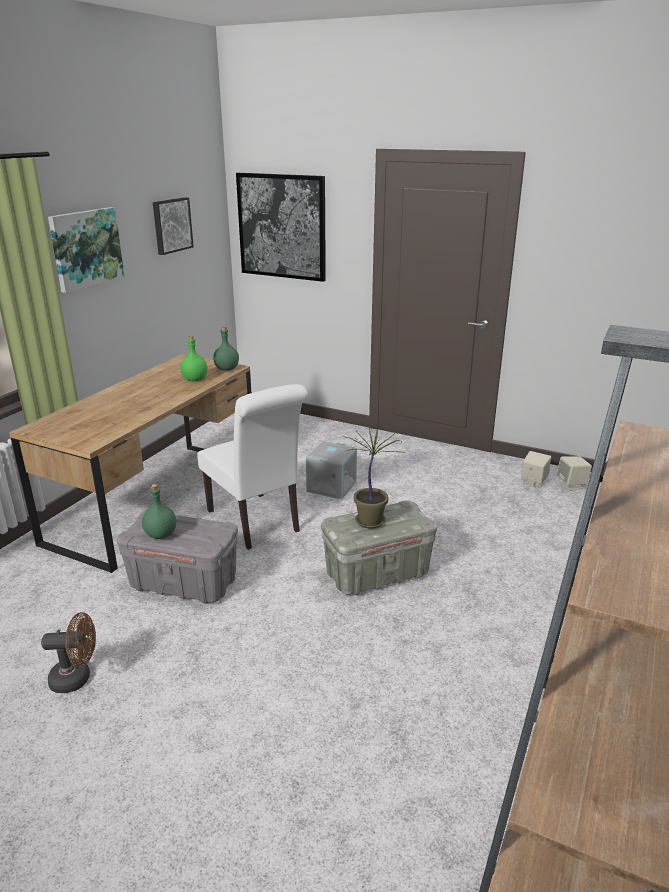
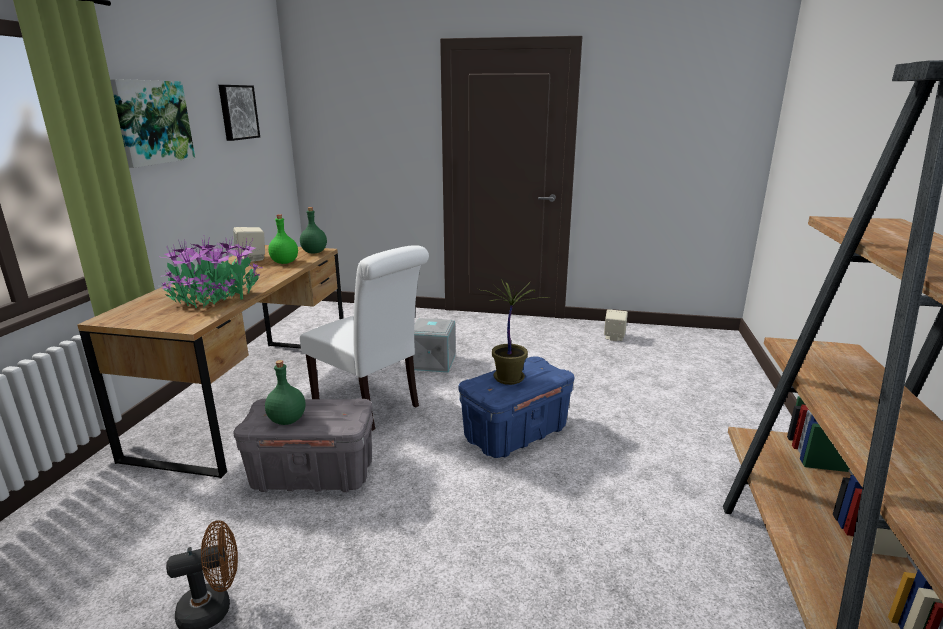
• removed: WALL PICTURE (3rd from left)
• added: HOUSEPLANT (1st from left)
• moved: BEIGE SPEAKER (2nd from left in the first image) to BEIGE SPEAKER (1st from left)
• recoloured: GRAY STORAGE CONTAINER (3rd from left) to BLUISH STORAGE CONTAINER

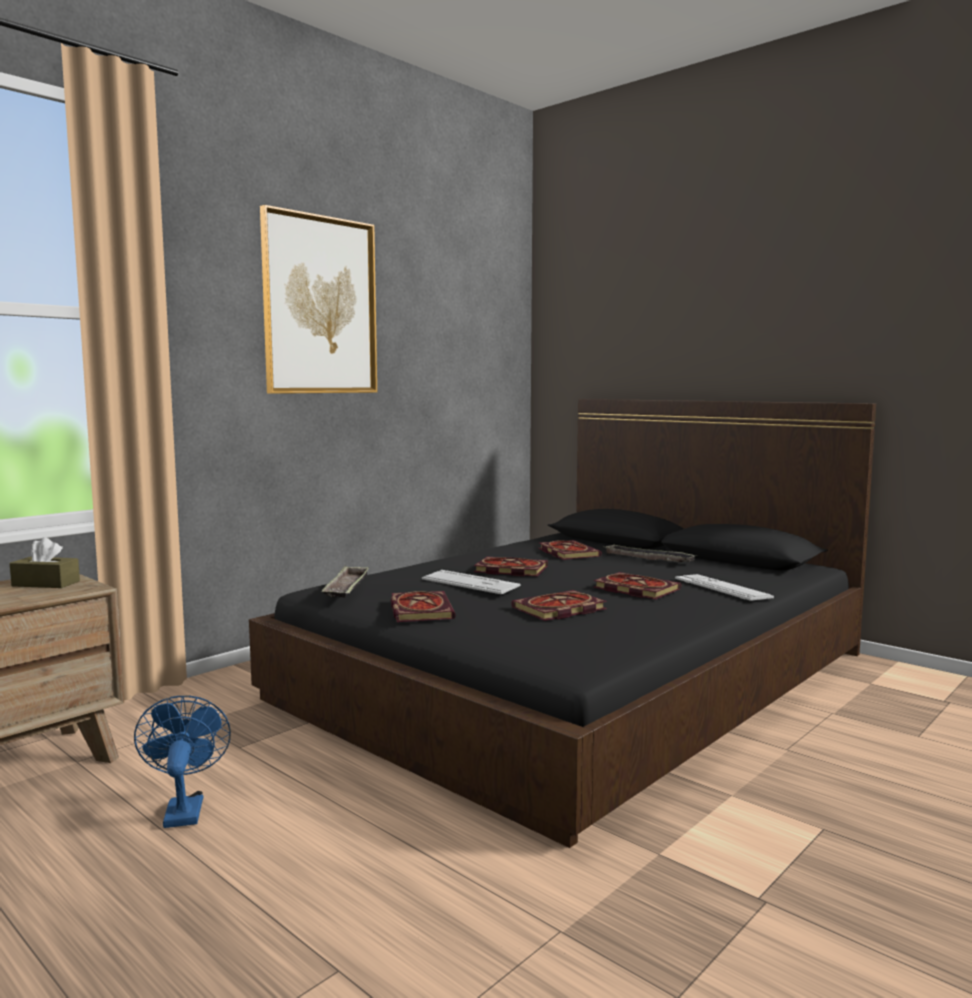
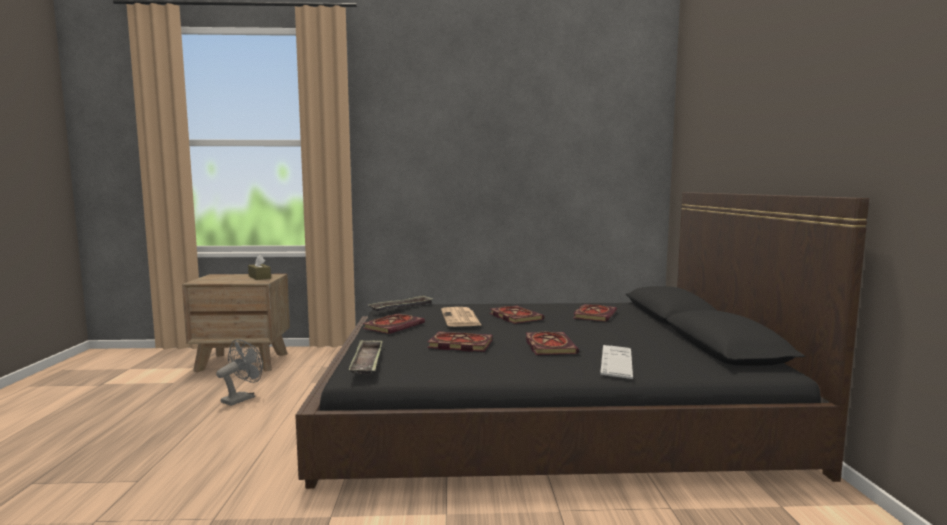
• removed: WALL PICTURE
• moved: SERVING TRAY (2nd from left in the first image) to SERVING TRAY (1st from left)
• replaced: PC KEYBOARD (1st from left) to NEWSPAPER
• recoloured: BLUISH FAN to GRAY FAN

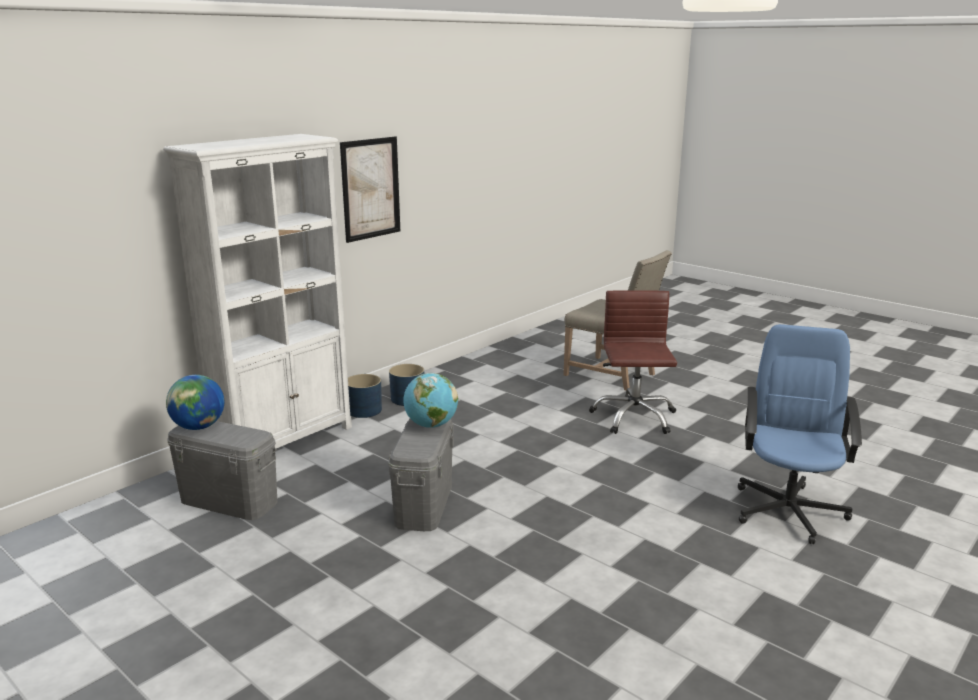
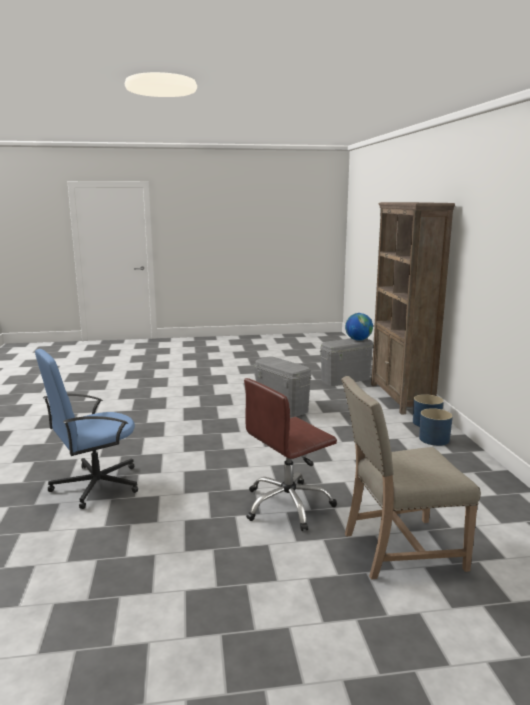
• removed: WALL PICTURE
• removed: DESK GLOBE (2nd from left)
• recoloured: WHITE SHELVING UNIT to BROWNISH SHELVING UNIT
• turned: BROWNISH COMPUTER CHAIR 105 degrees clockwise
• turned: BLUISH COMPUTER CHAIR 90 degrees clockwise

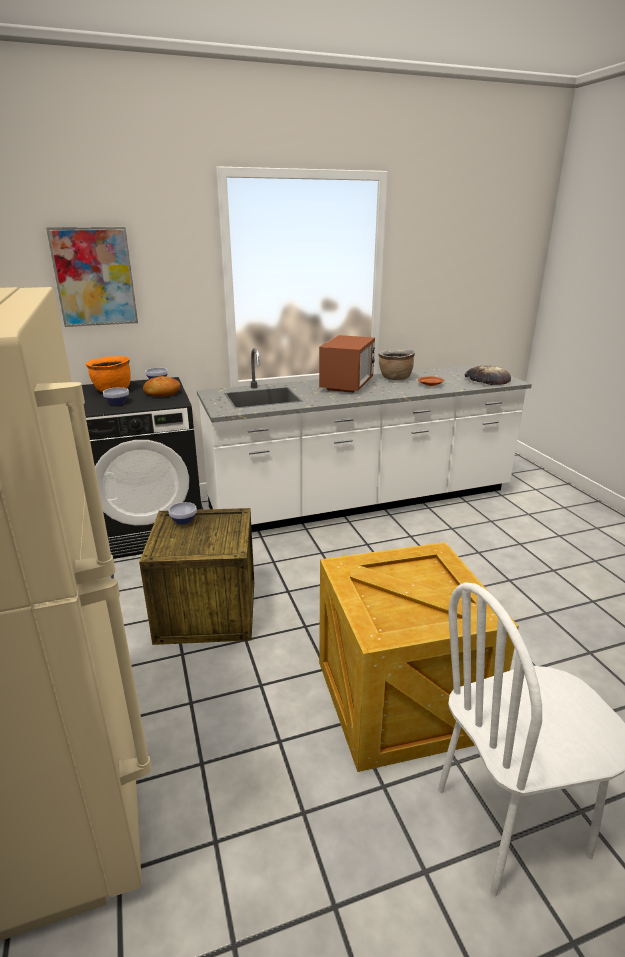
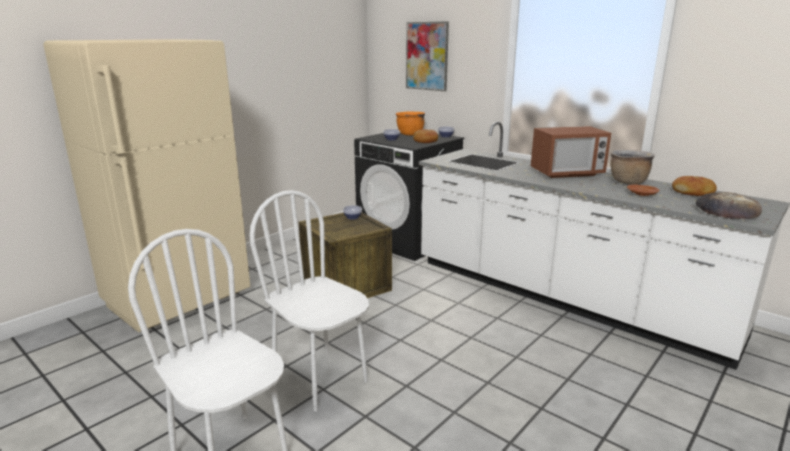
• added: BREAD (2nd from left)
• replaced: CRATE (2nd from left) to WHITE UPRIGHT CHAIR (2nd from left)

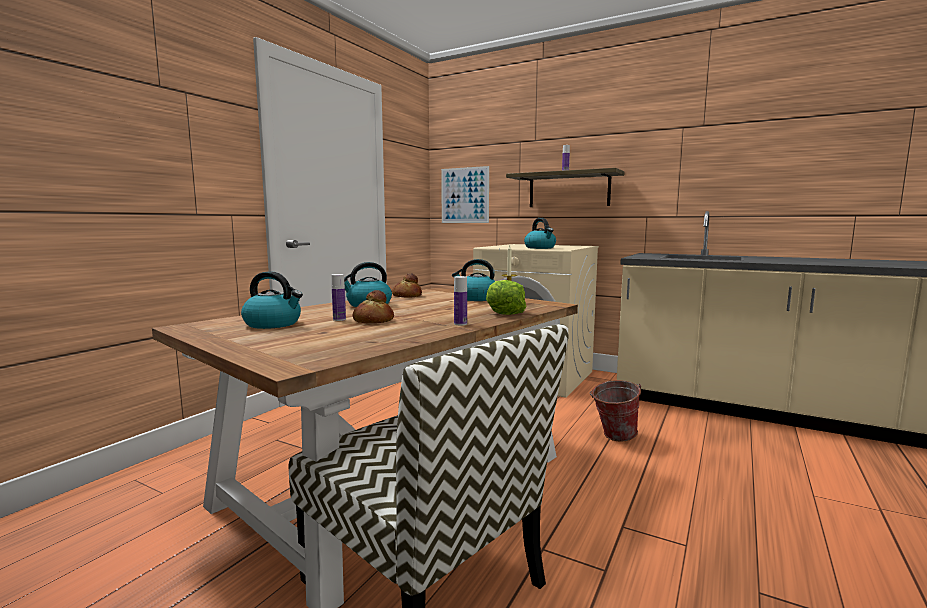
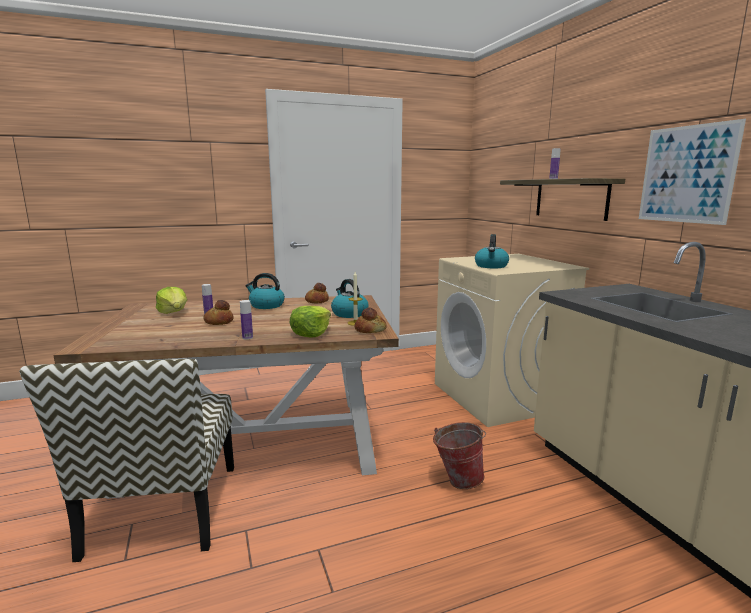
• added: BREAD (3rd from left)
• moved: WALL PICTURE
• replaced: WATER KETTLE (1st from left) to LETTUCE HEAD (1st from left)

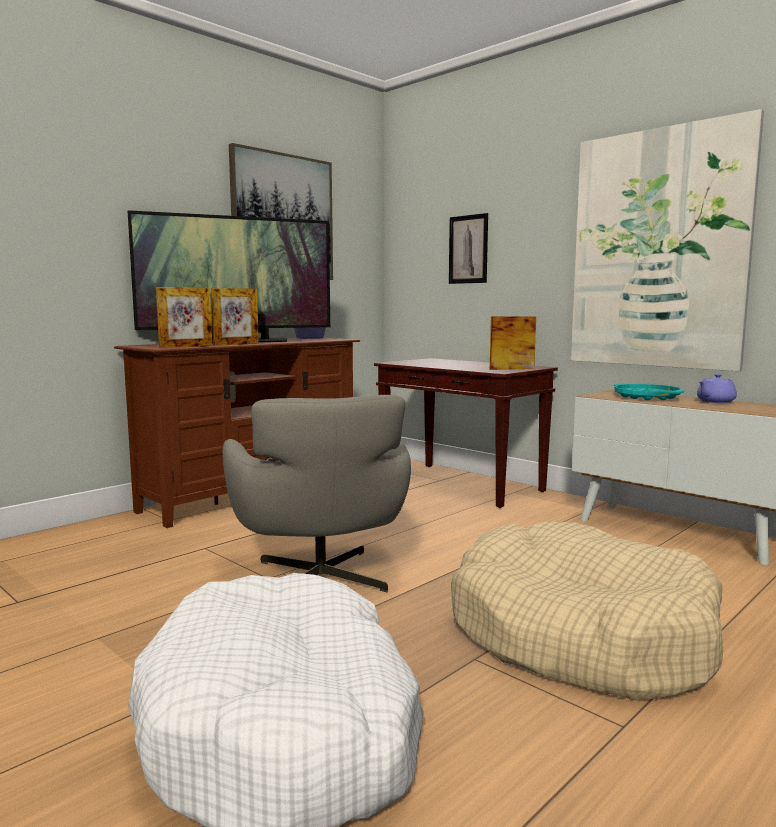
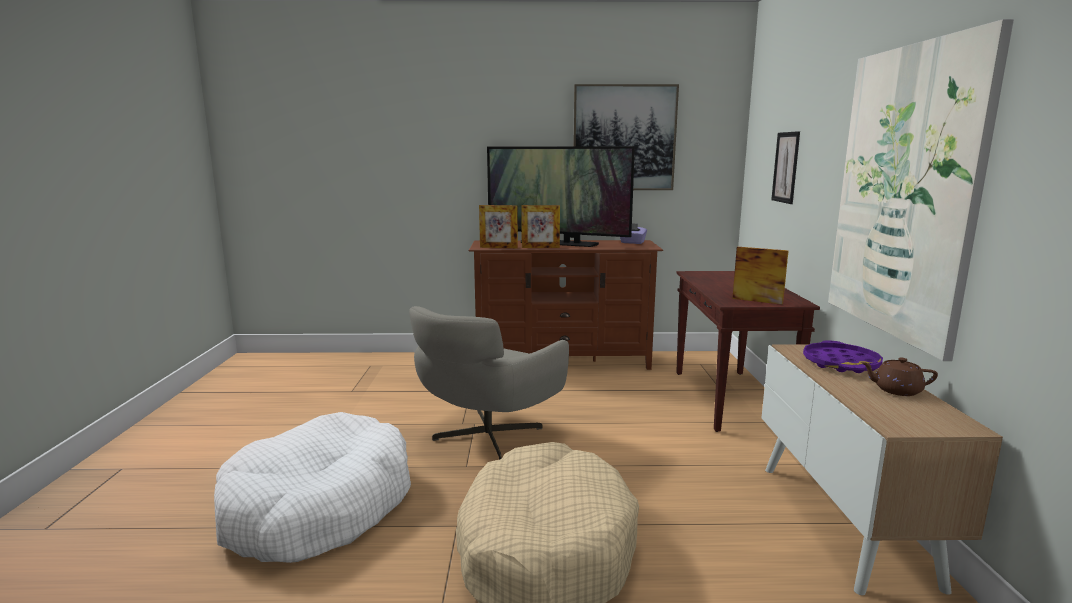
• recoloured: BLUE-GREEN SERVING TRAY to PURPLE SERVING TRAY
• recoloured: PURPLE POT FOR TEA to BROWNISH POT FOR TEA

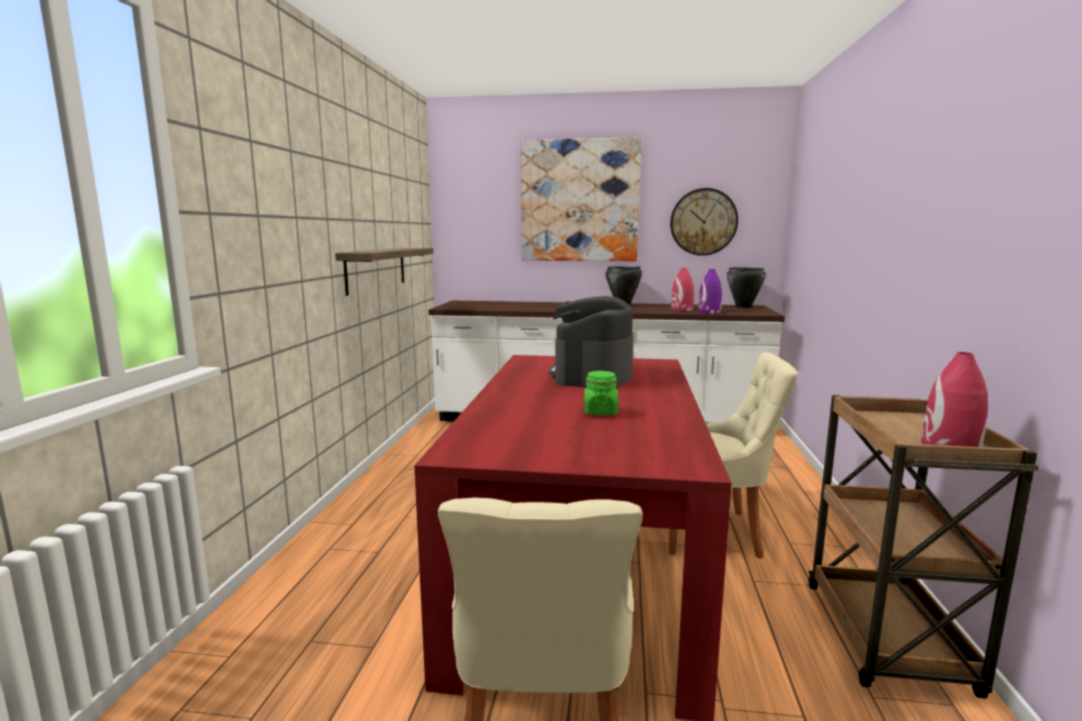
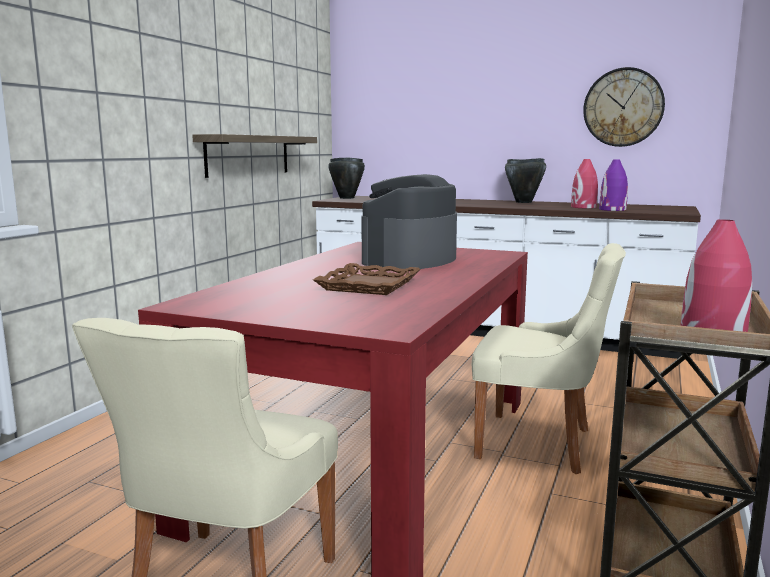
• removed: WALL PICTURE
• moved: BLACKISH STOCKPOT (2nd from left in the first image) to BLACKISH STOCKPOT (1st from left)
• replaced: GREEN-COLOURED PRESERVE JAR to BROWNISH SERVING TRAY

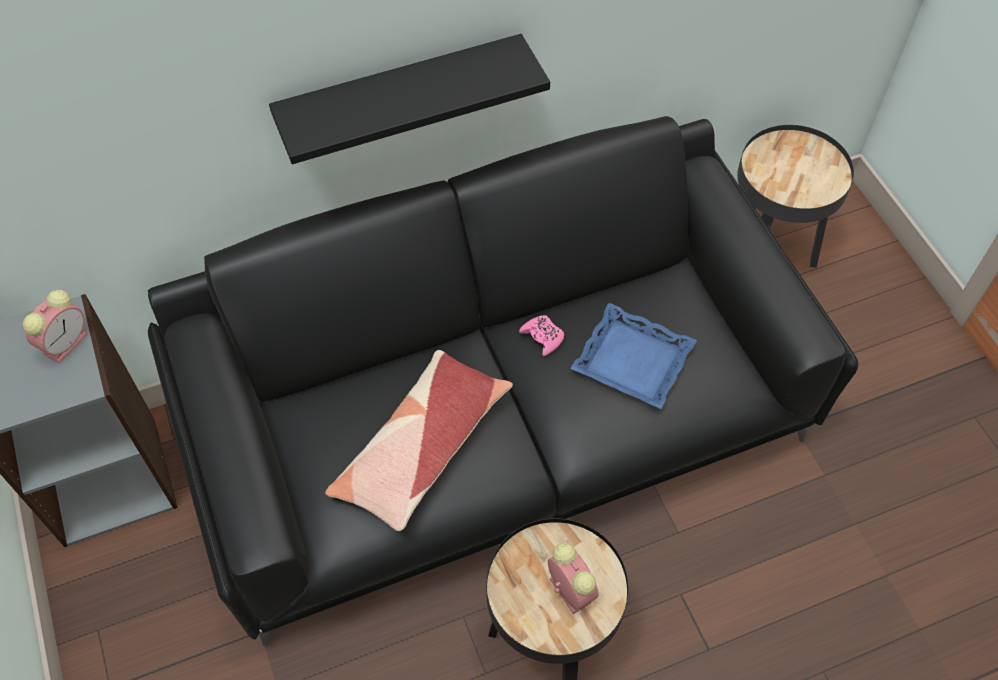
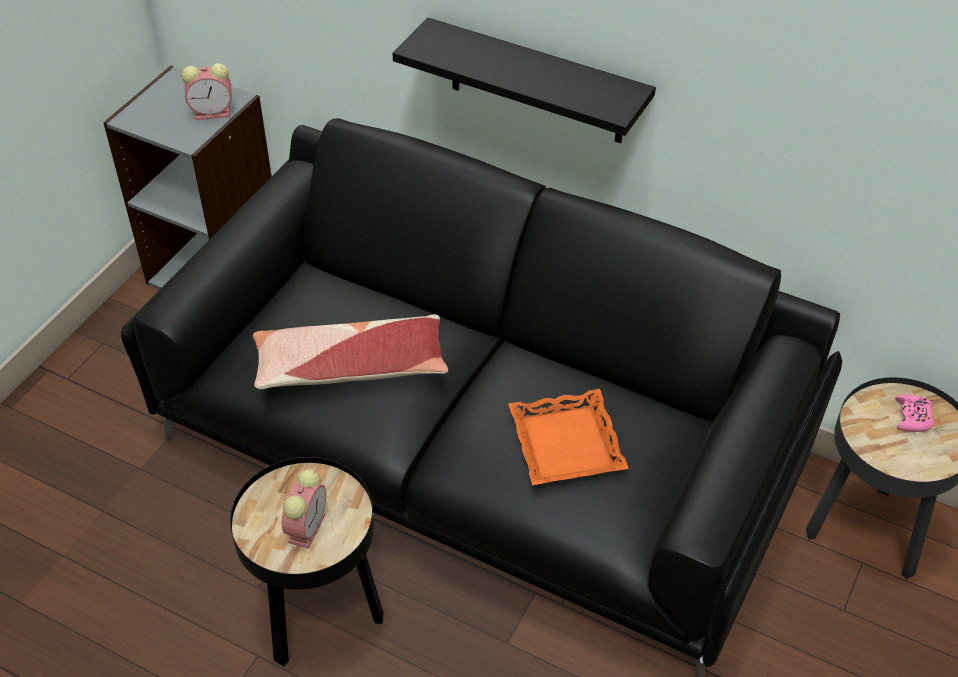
• moved: PINKISH GAMEPAD
• recoloured: BLUISH SERVING TRAY to ORANGE SERVING TRAY

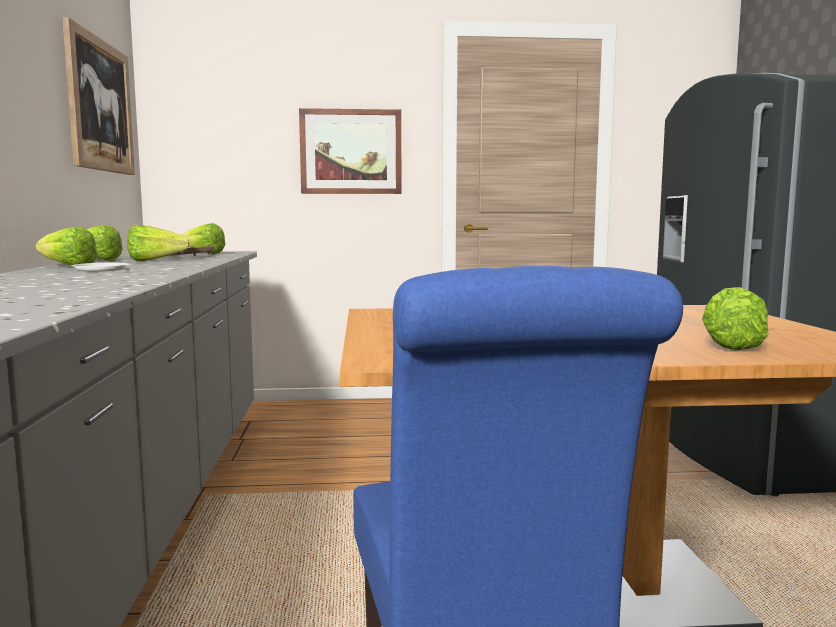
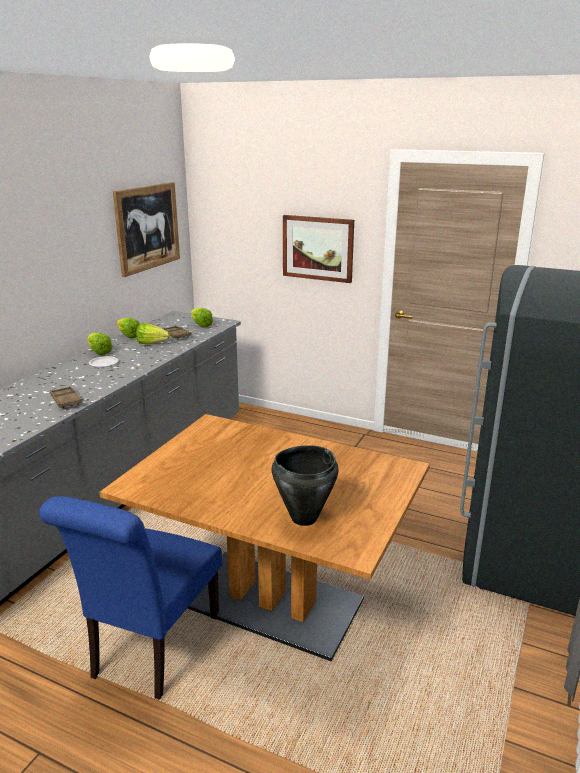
• added: BROWNISH SERVING TRAY (1st from left)
• replaced: LETTUCE HEAD (5th from left) to BLACKISH STOCKPOT

